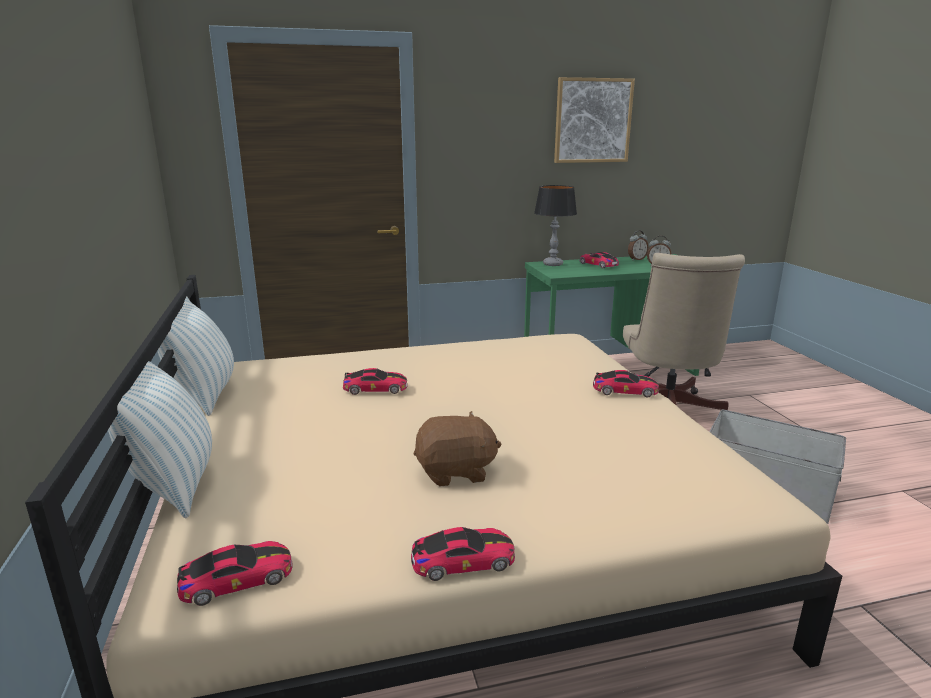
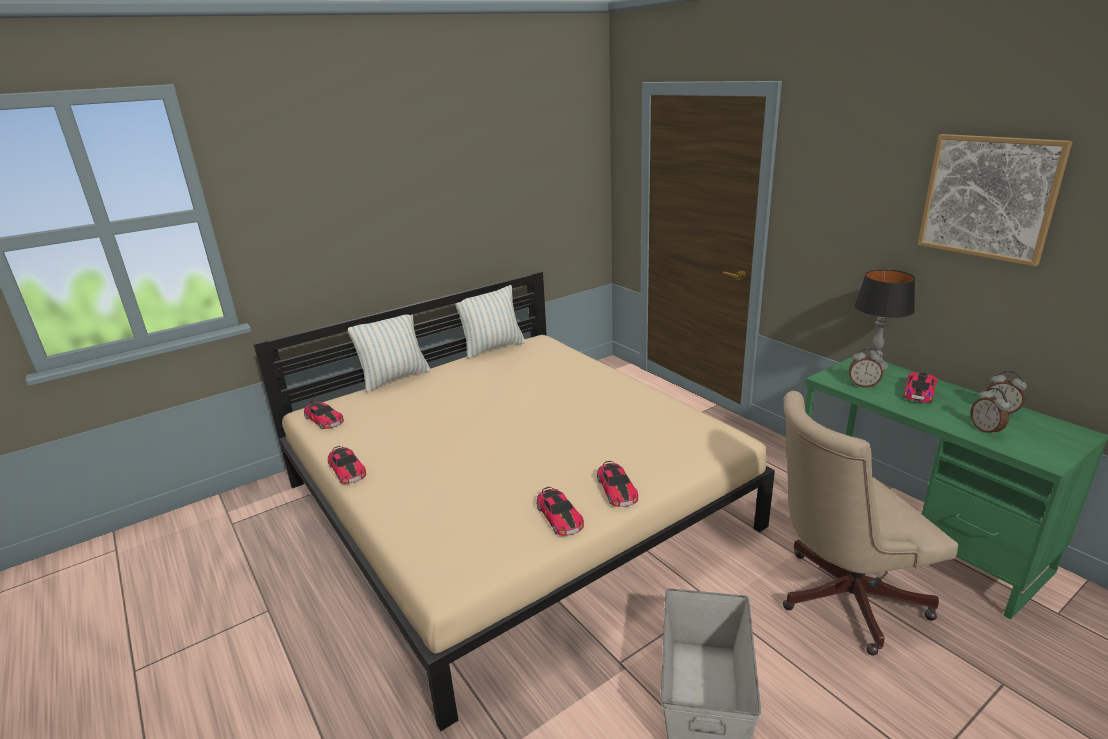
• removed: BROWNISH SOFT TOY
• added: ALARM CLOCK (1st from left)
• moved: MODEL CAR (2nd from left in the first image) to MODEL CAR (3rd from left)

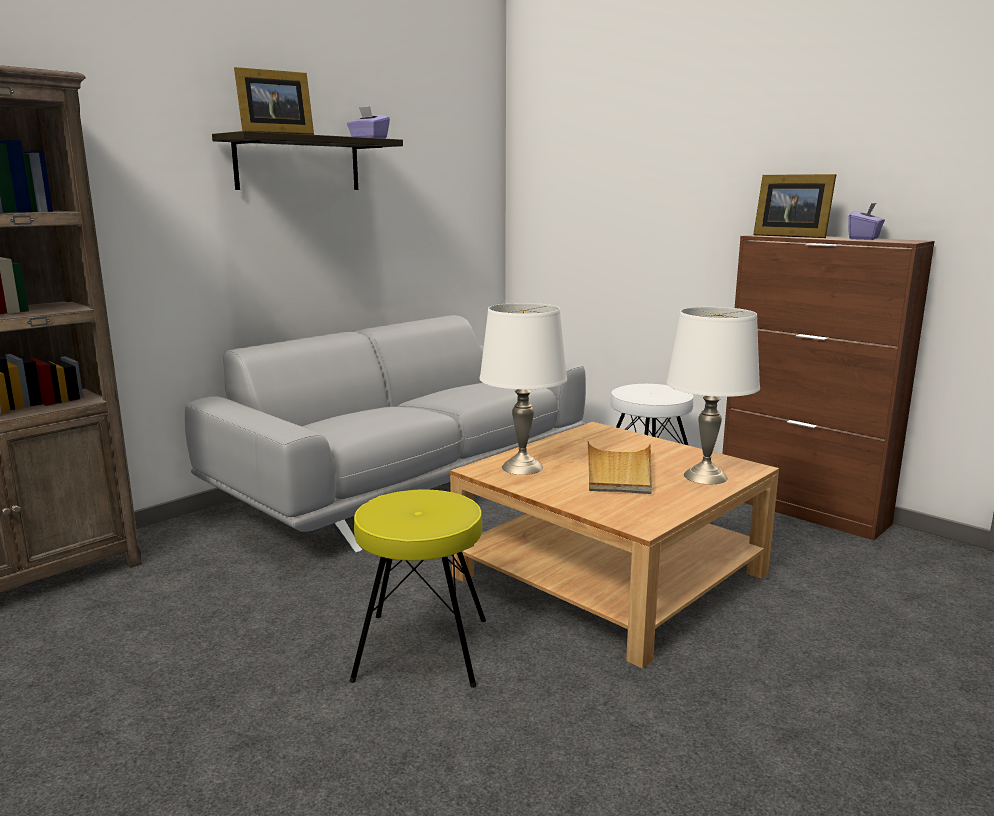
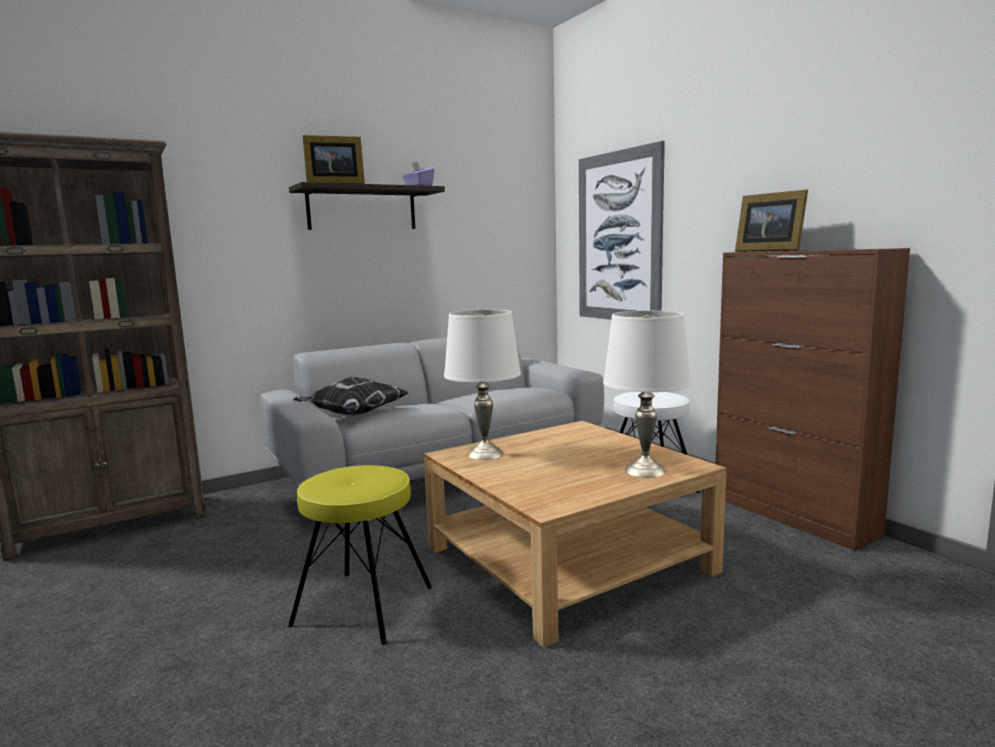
• removed: BEIGE SERVING TRAY
• removed: PURPLE BOX OF TISSUES (2nd from left)
• added: THROW PILLOW
• added: WALL PICTURE

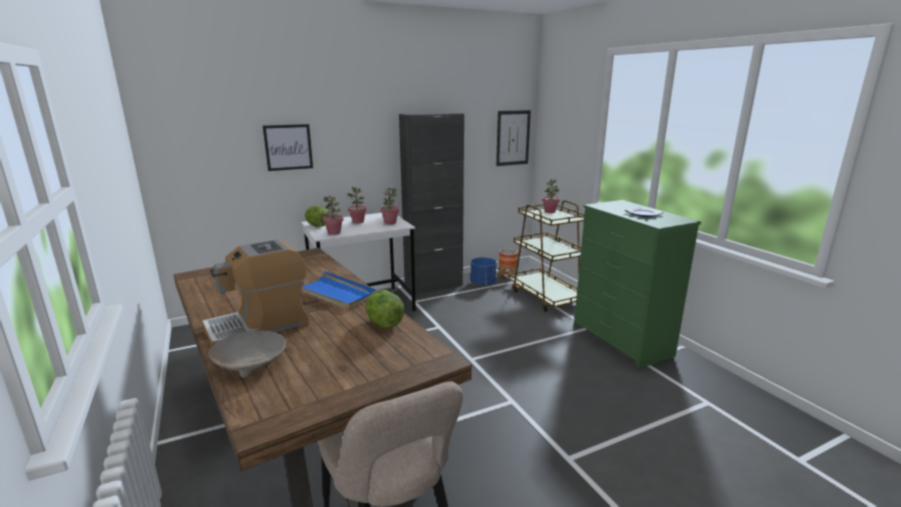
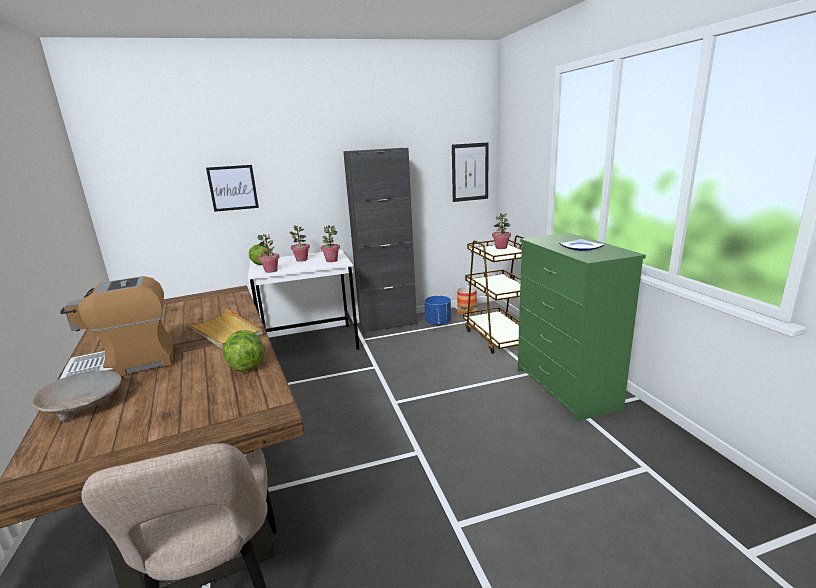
• recoloured: BLUISH SERVING TRAY to BEIGE SERVING TRAY

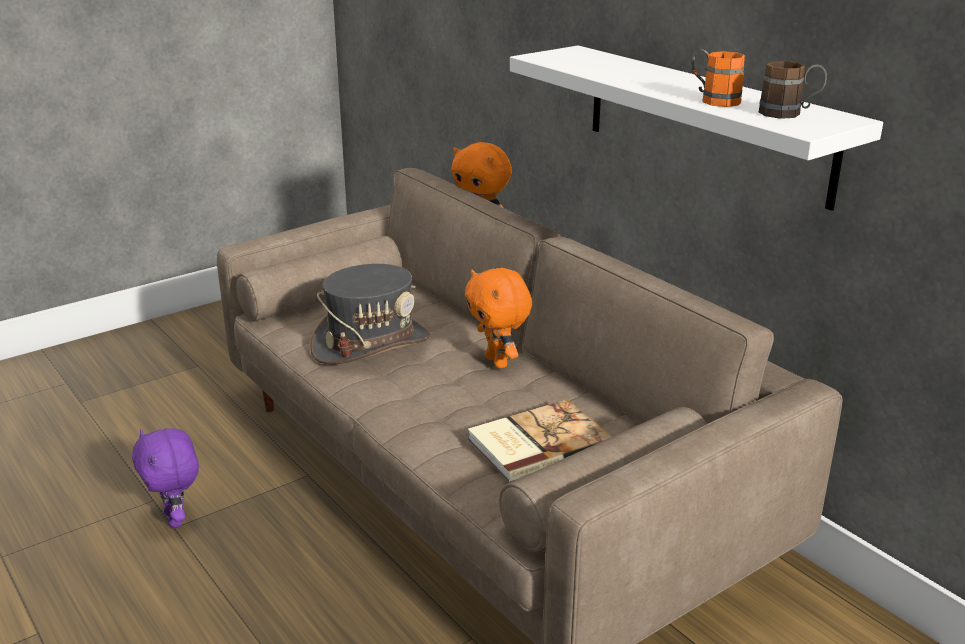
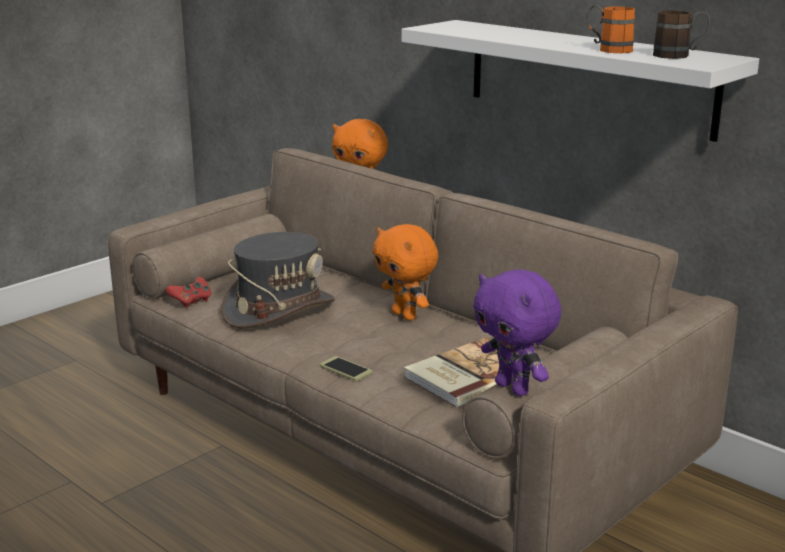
• added: RED-COLOURED GAMEPAD
• added: HANDSET
• moved: PURPLE SOFT TOY

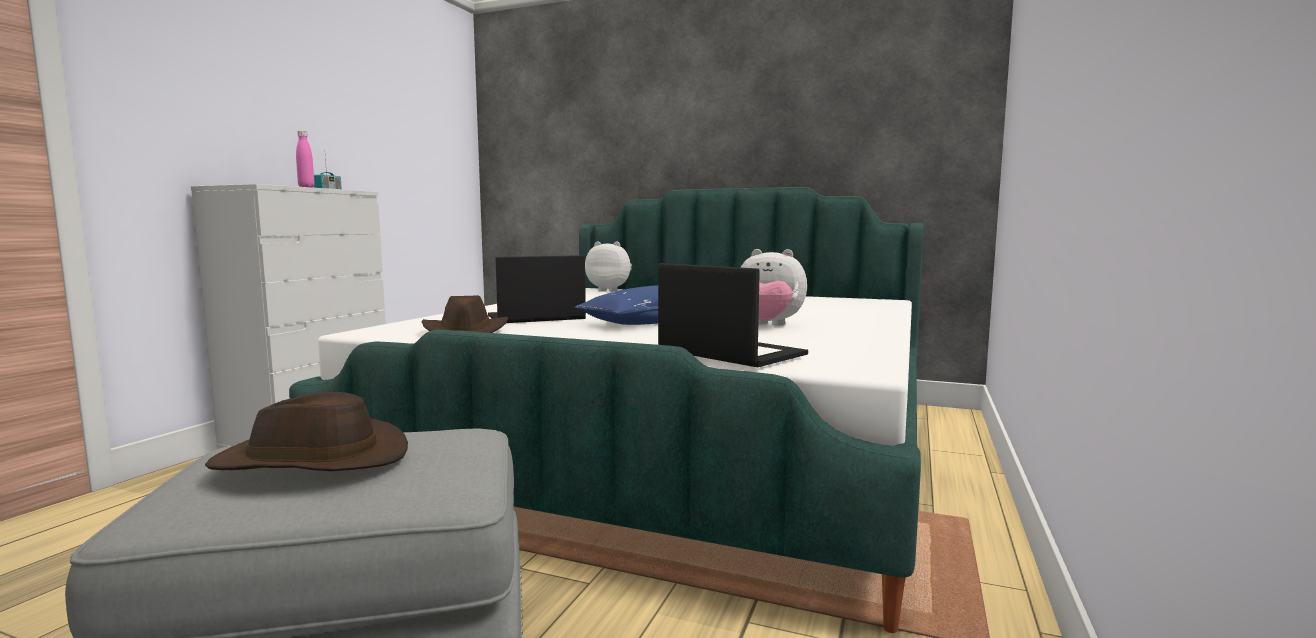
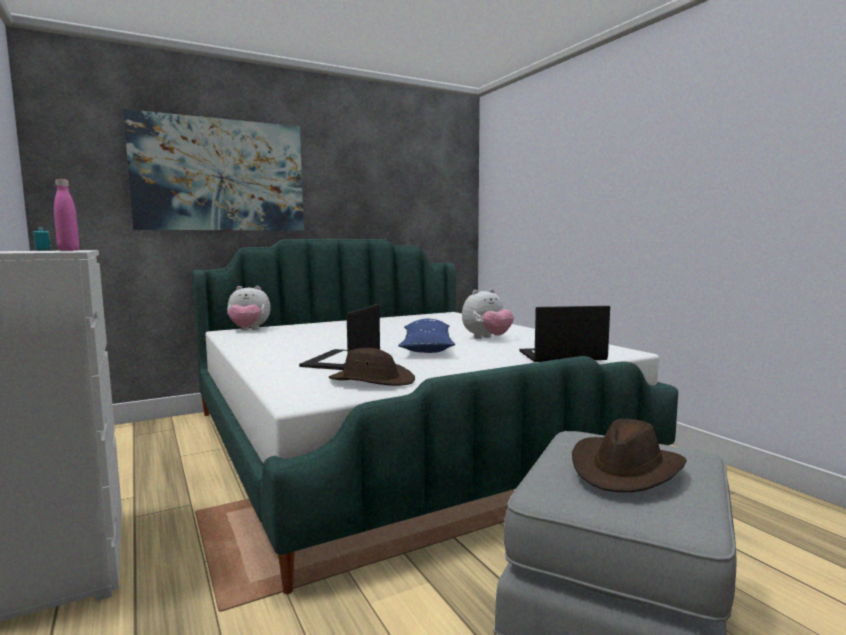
• added: WALL PICTURE
• turned: SOFT TOY (1st from left) 150 degrees counterclockwise

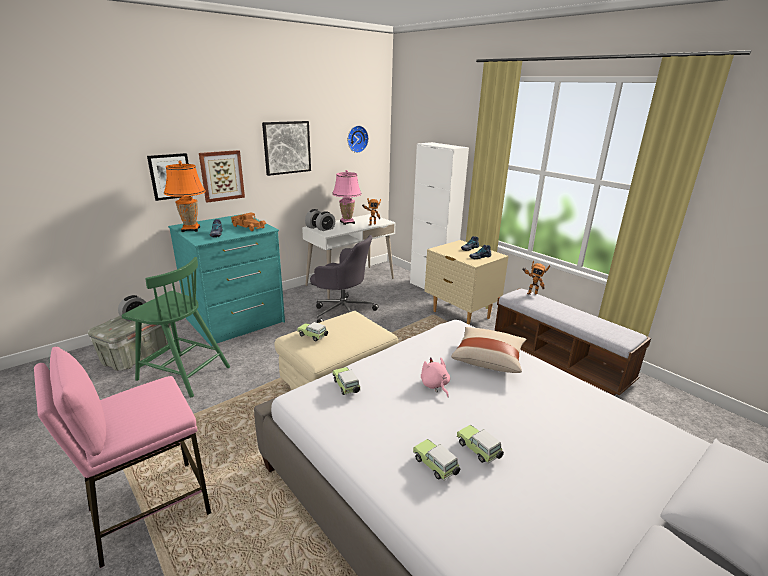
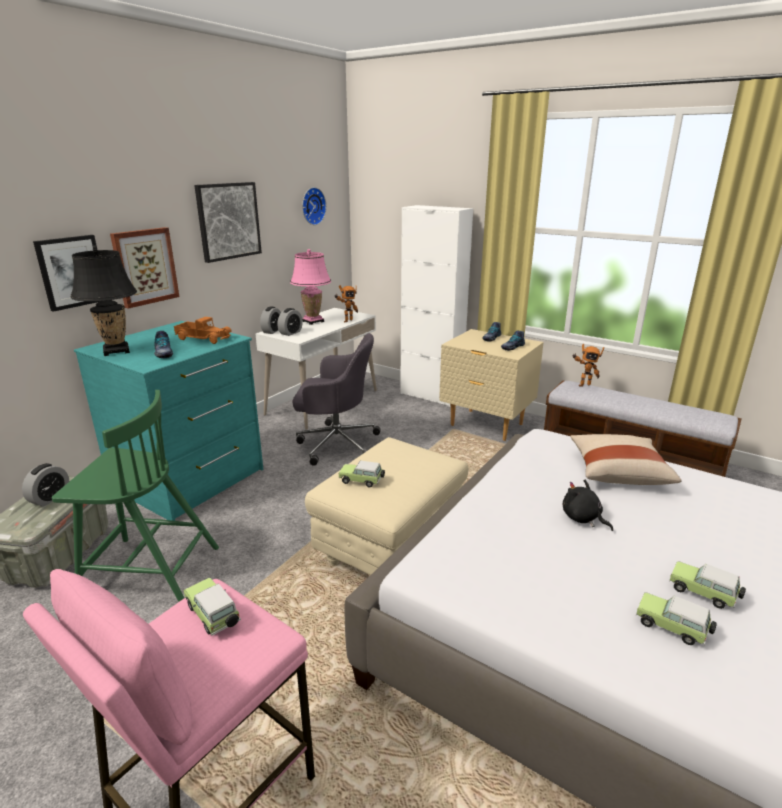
• moved: MODEL CAR (2nd from left in the first image) to MODEL CAR (1st from left)
• recoloured: ORANGE TABLE LAMP to BLACKISH TABLE LAMP
• recoloured: PINKISH SOFT TOY to BLACKISH SOFT TOY

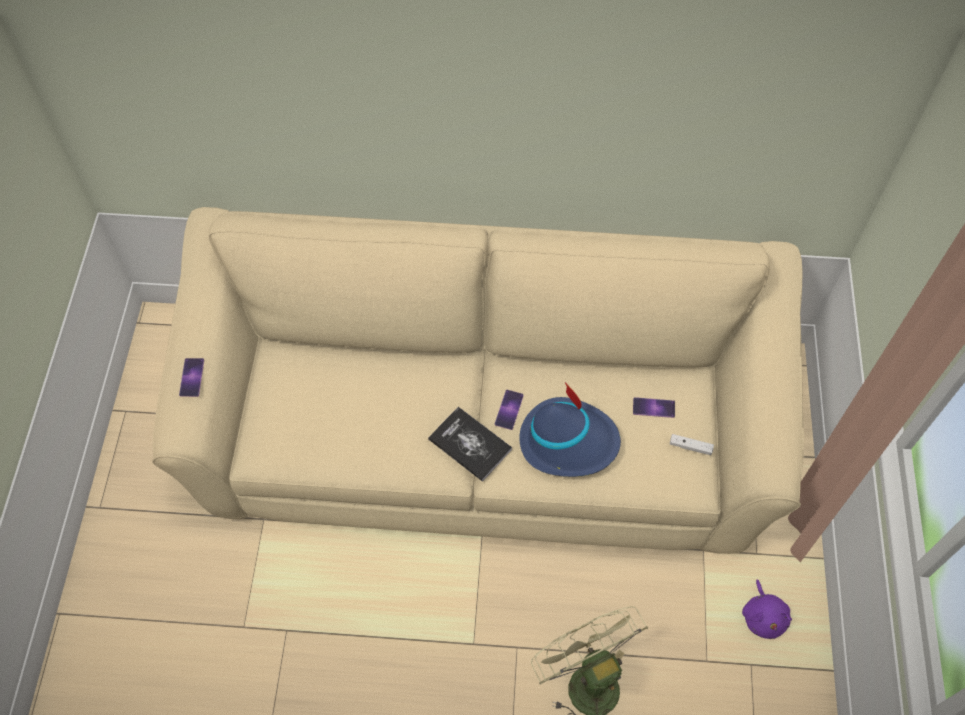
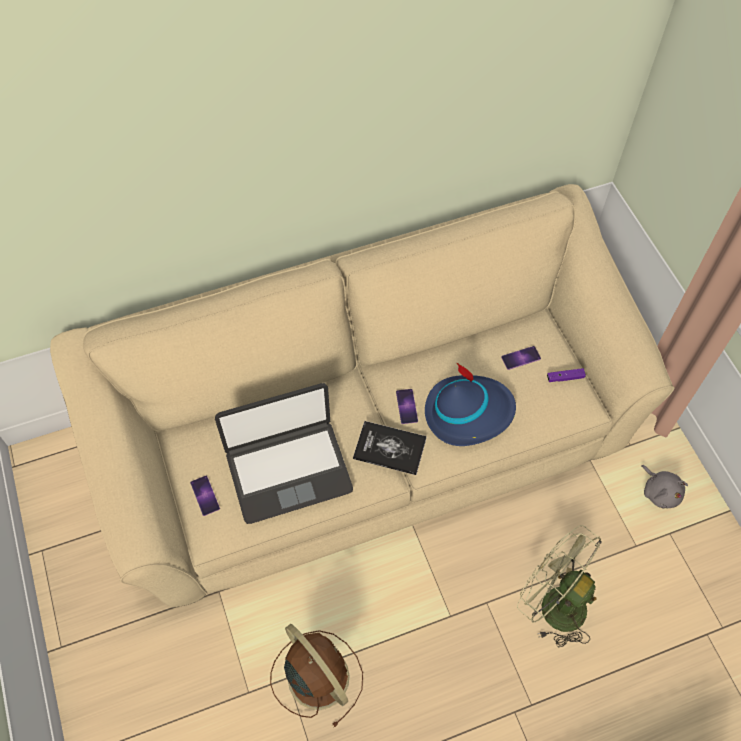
• added: NOTEBOOK COMPUTER
• added: BROWNISH FAN
• moved: HANDSET (1st from left)
• recoloured: WHITE GAMEPAD to PURPLE GAMEPAD
• recoloured: PURPLE SOFT TOY to GRAY SOFT TOY

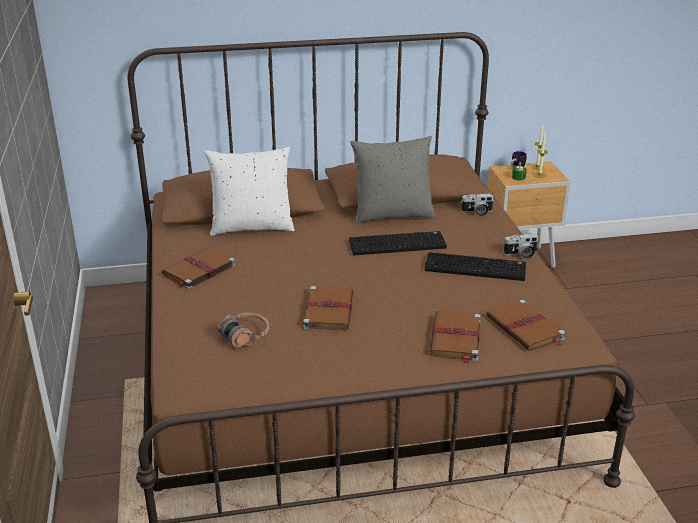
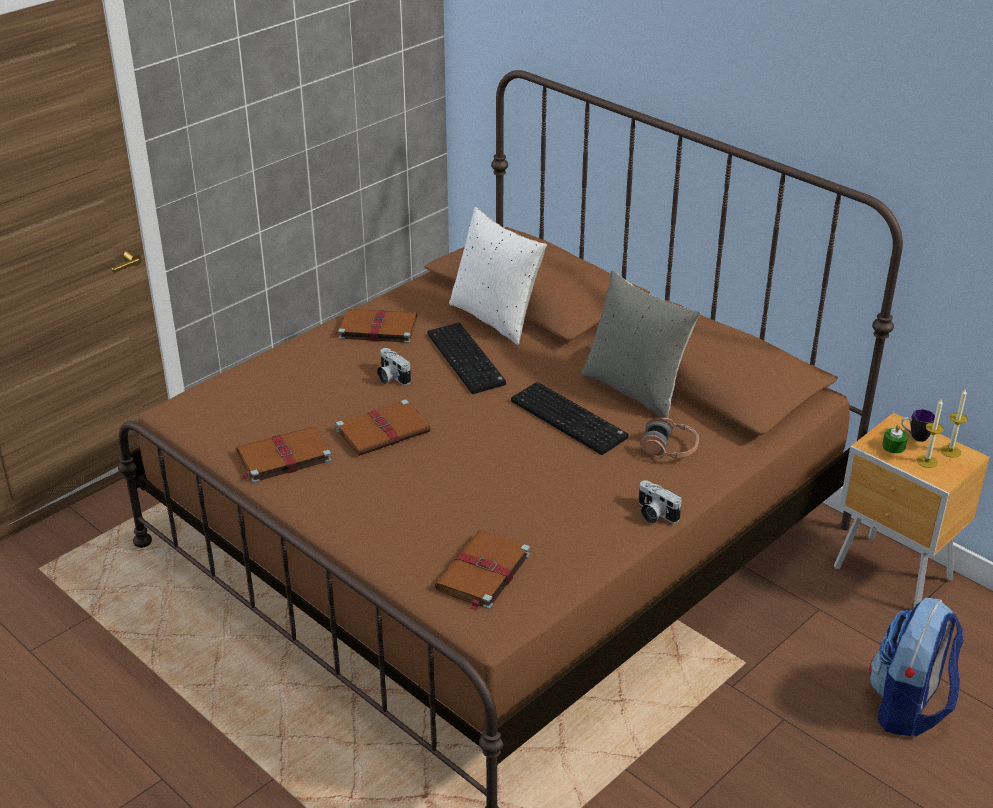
• added: BACKPACK
• moved: HEADSET
• moved: PC KEYBOARD (2nd from left in the first image) to PC KEYBOARD (1st from left)
• moved: BROWNISH BOUND BOOK (3rd from left in the first image) to BROWNISH BOUND BOOK (1st from left)
• moved: PHOTO CAMERA (1st from left)

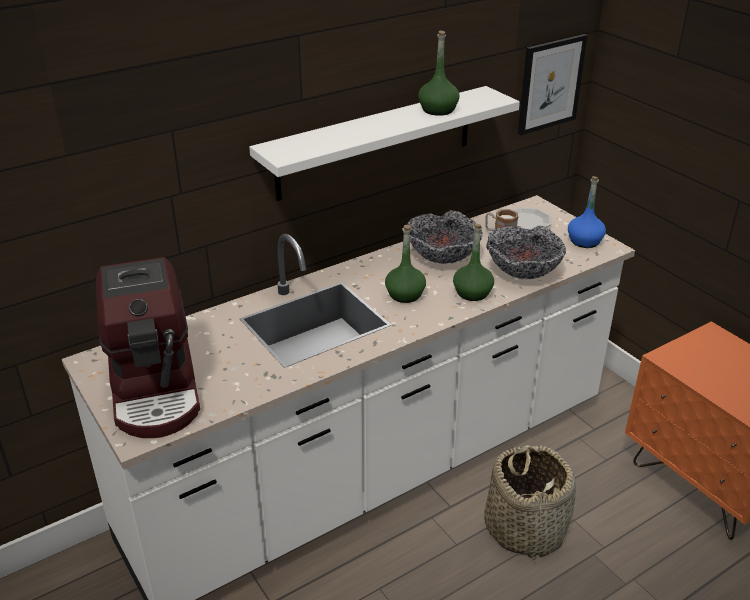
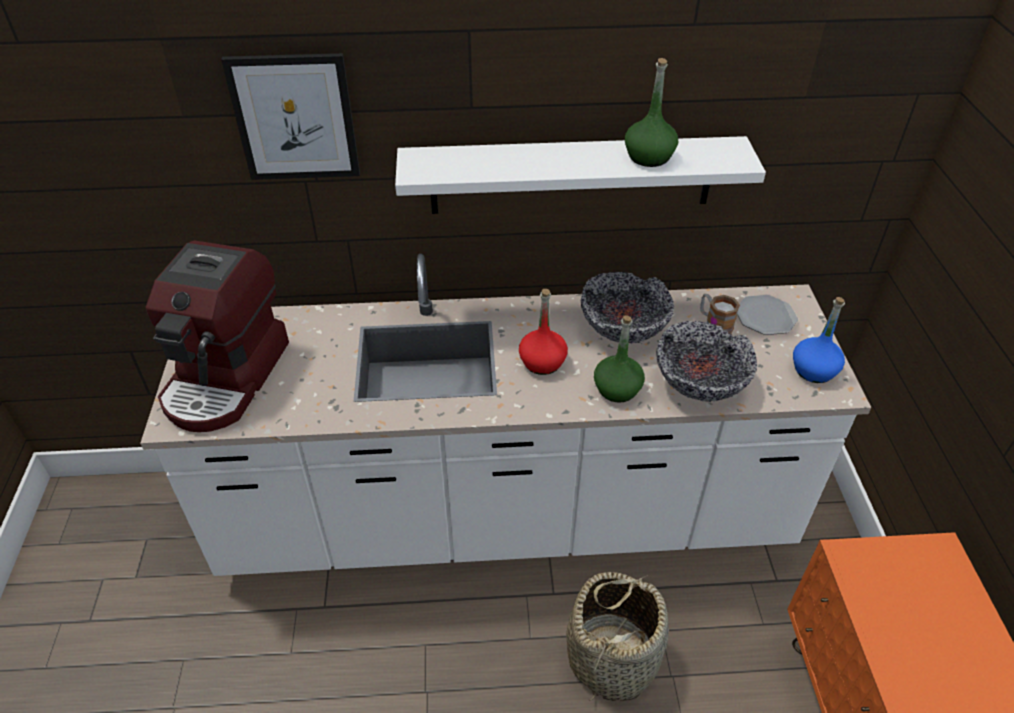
• moved: WALL PICTURE
• recoloured: GREEN-COLOURED BOTTLE (1st from left) to RED-COLOURED BOTTLE

